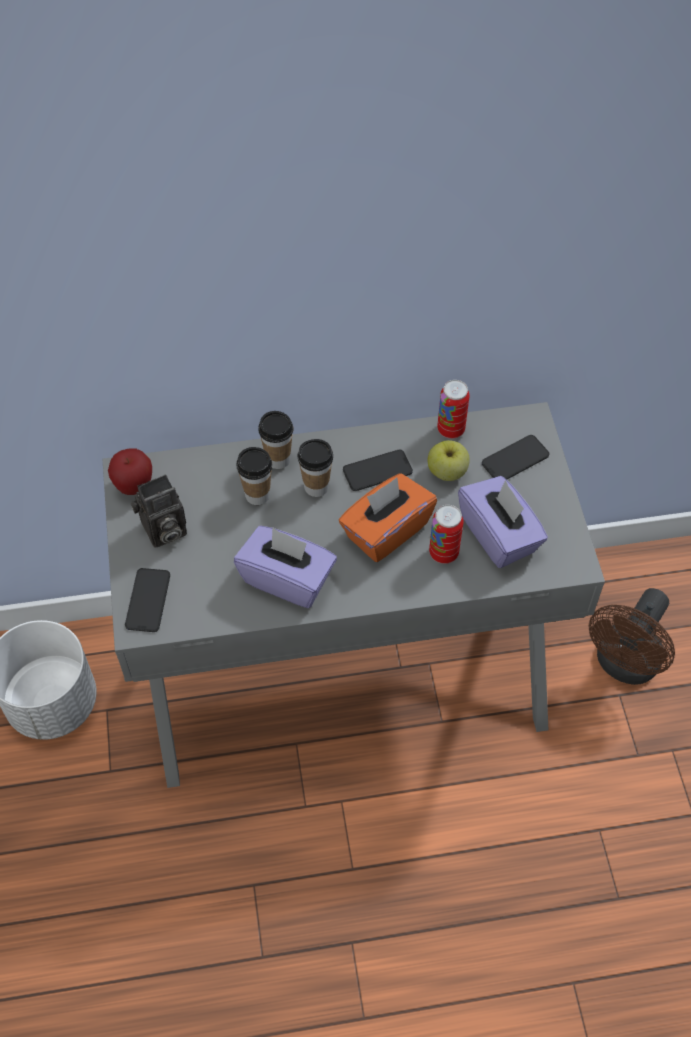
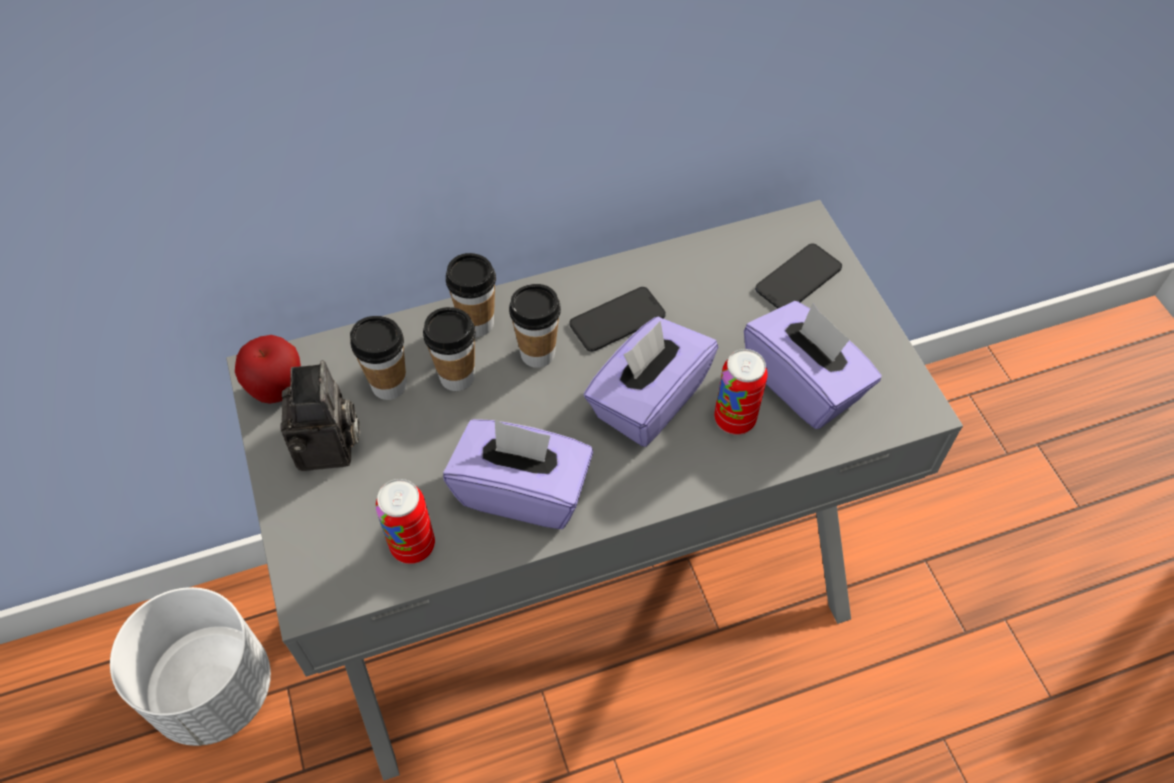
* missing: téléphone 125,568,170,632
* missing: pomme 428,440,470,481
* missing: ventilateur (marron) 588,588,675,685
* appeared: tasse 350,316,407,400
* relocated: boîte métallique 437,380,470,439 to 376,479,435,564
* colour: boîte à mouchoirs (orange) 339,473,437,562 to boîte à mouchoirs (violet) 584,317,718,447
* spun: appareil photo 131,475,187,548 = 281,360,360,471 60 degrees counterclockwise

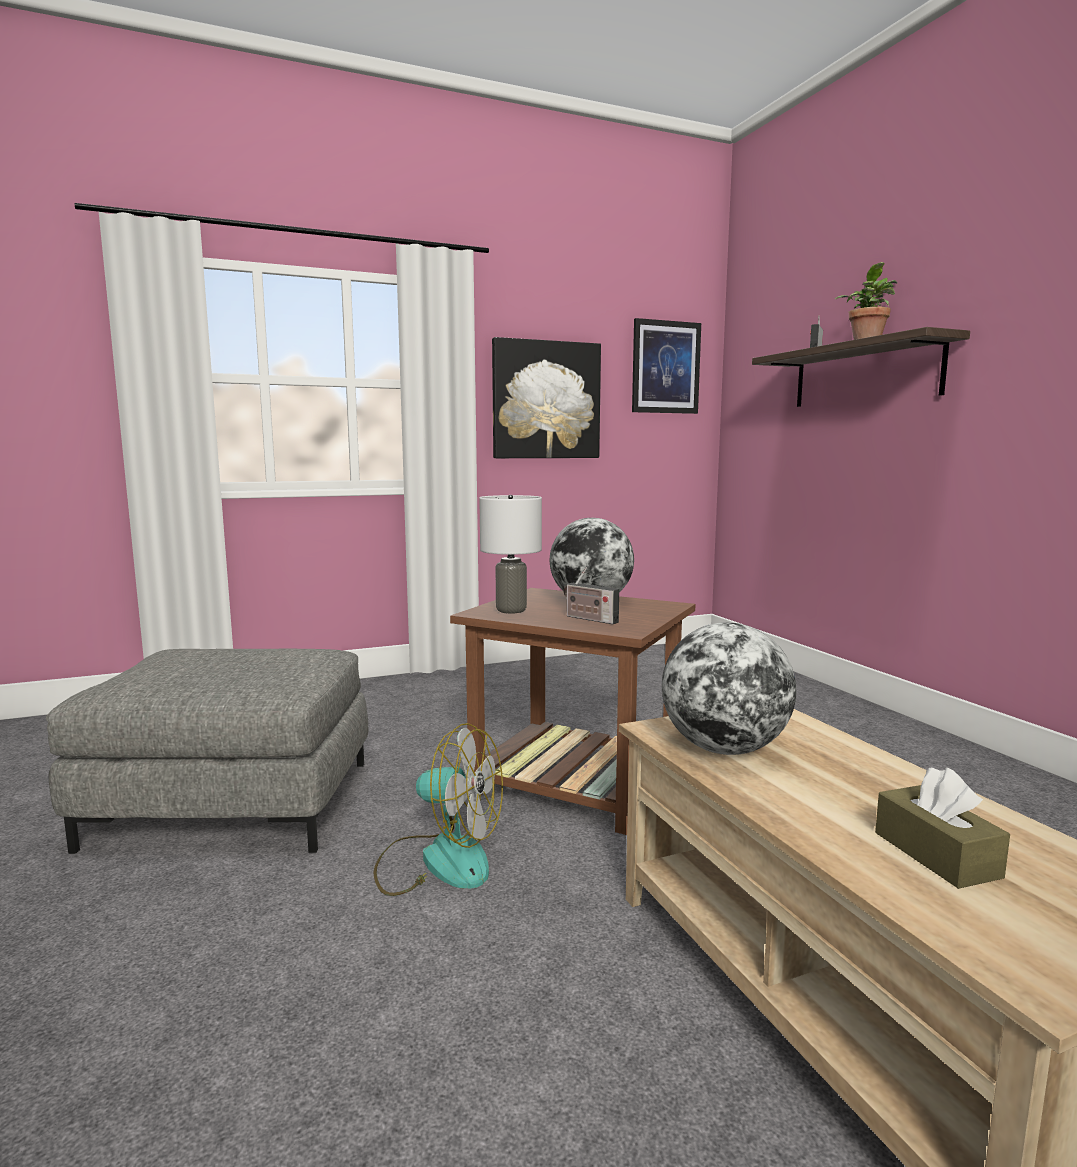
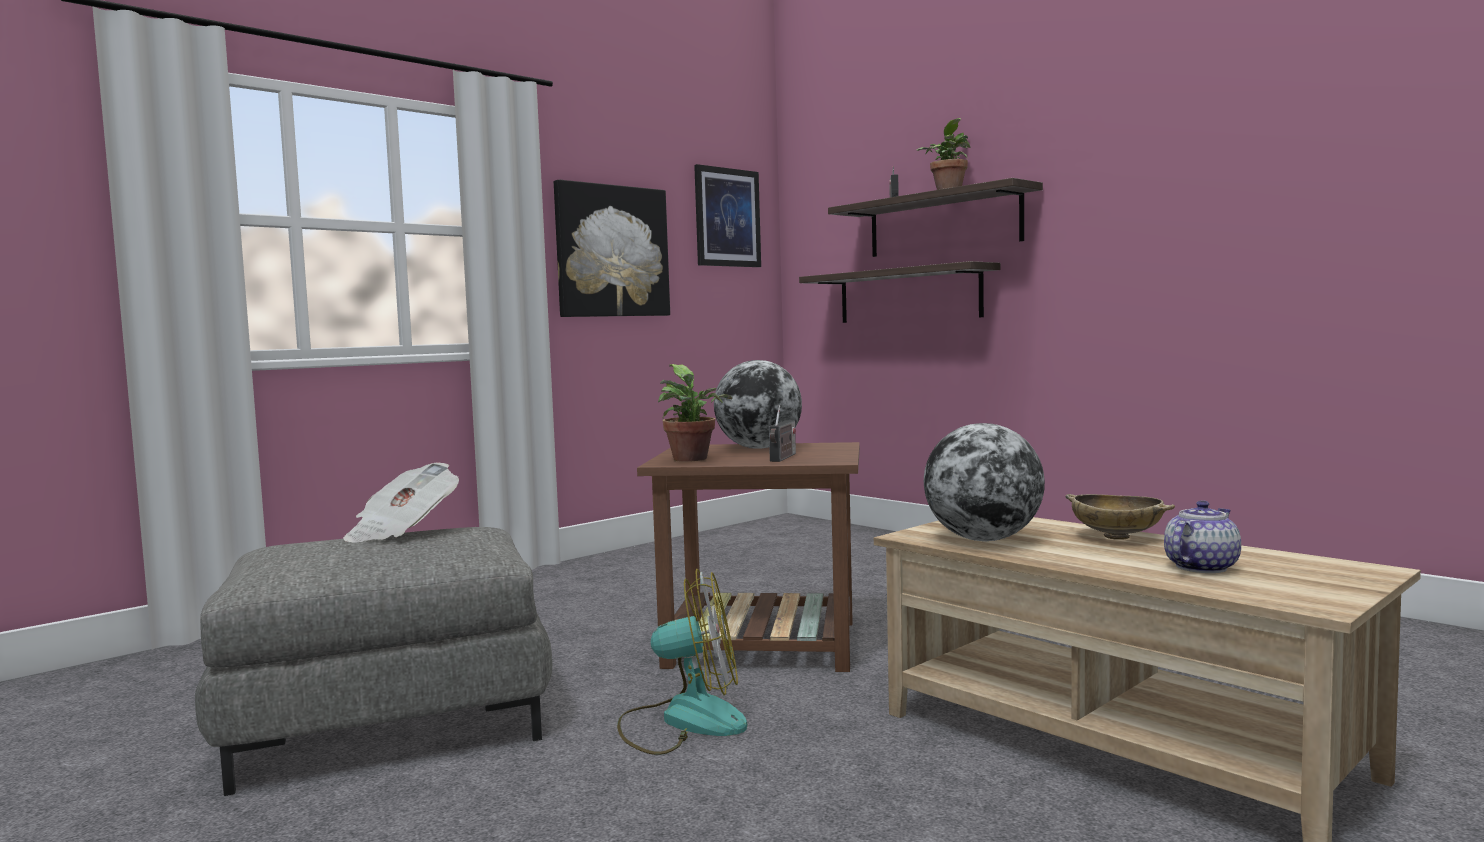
* appeared: journal 343,463,459,543
* appeared: étagère 799,261,1000,323
* appeared: bol (beige) 1065,494,1175,540
* exchanged: lampe de table (blanc) 479,495,542,614 to plante en pot 658,364,733,462
* exchanged: boîte à mouchoirs (marron) 875,768,1010,889 to théière 1164,500,1241,573
* spun: radio 563,567,619,624 = 769,405,796,462 90 degrees counterclockwise

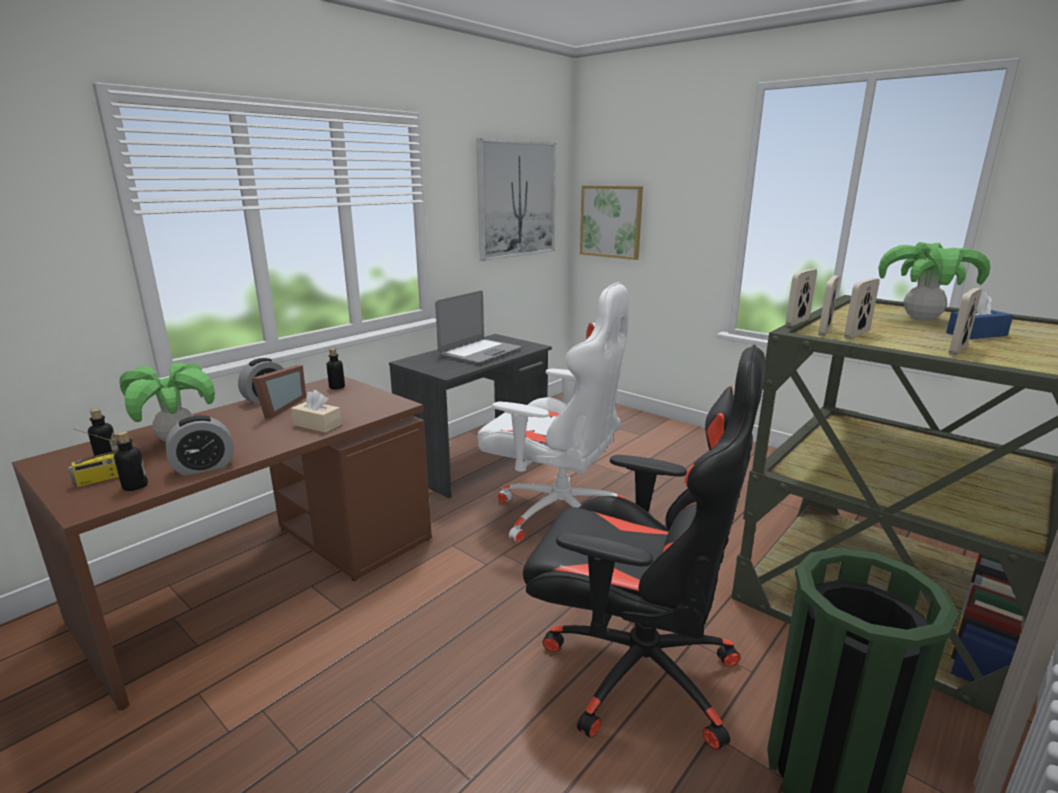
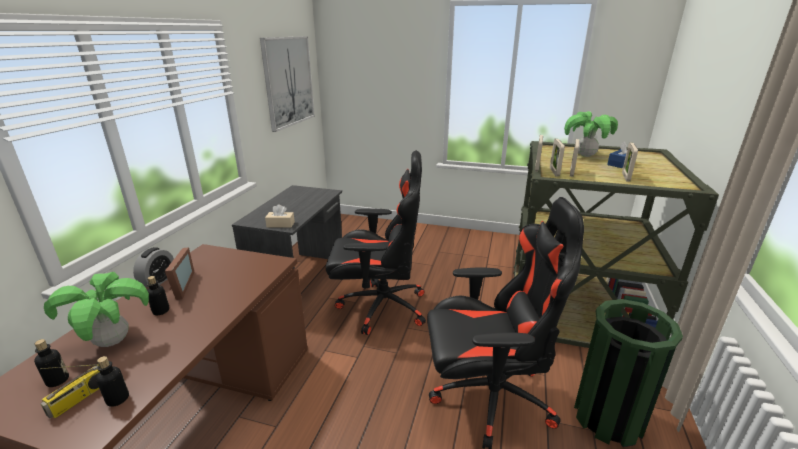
* missing: réveil 166,415,234,476
* missing: ordinateur portable 435,291,522,363
* missing: tableau 580,185,643,260
* relocated: boîte à mouchoirs (beige) 291,390,342,433 to 265,204,295,228
* relocated: bouteille 326,348,345,390 to 147,276,169,315
* colour: chaise de bureau (blanc) 477,282,629,542 to chaise de bureau (noir) 326,150,426,335

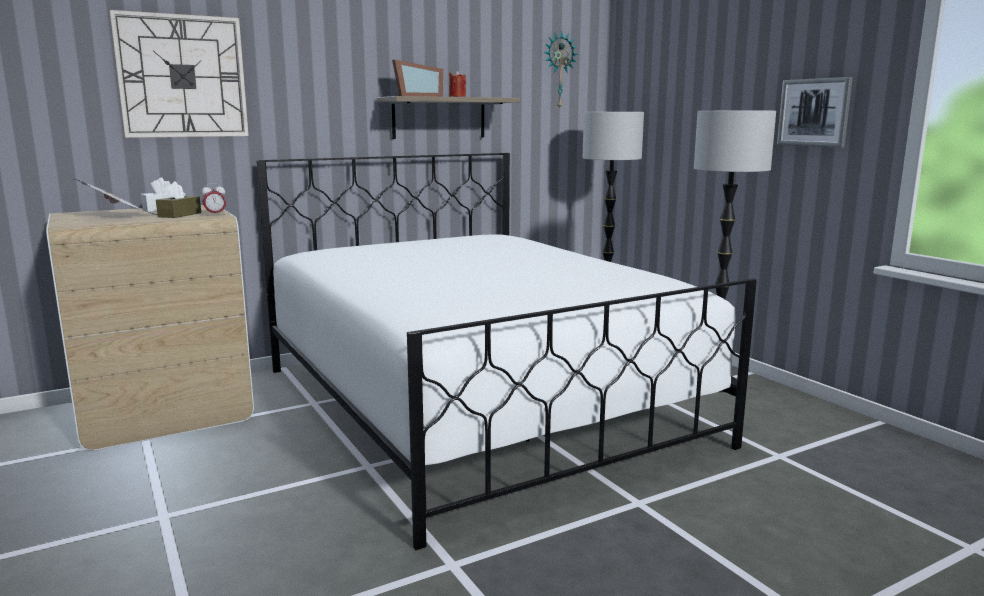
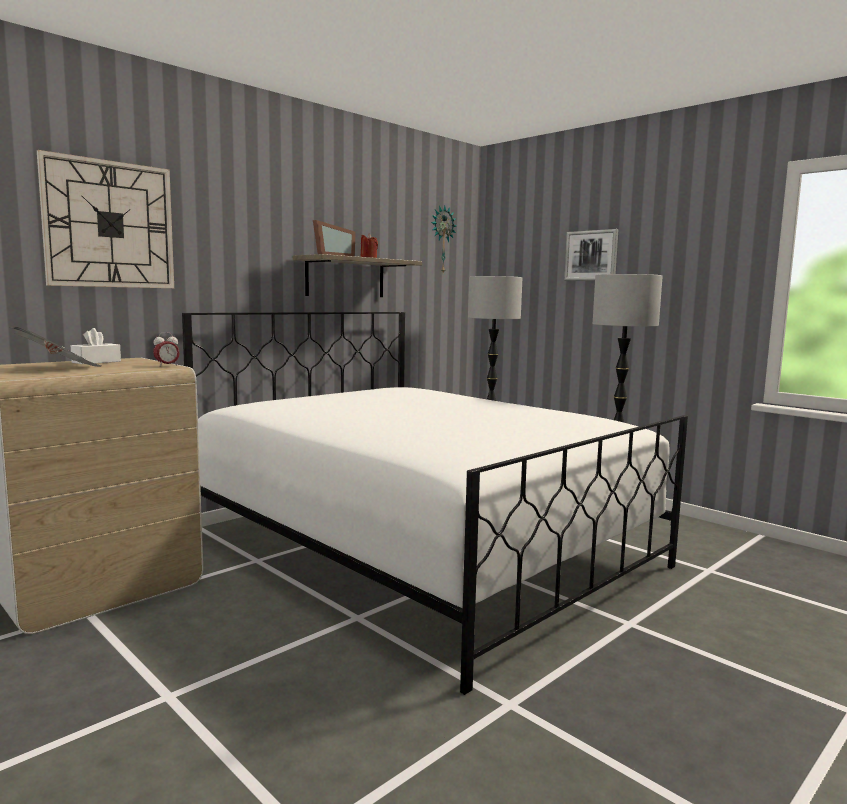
* missing: boîte à mouchoirs (marron) 156,181,201,218
* relocated: tableau 777,77,853,148 to 564,229,618,281

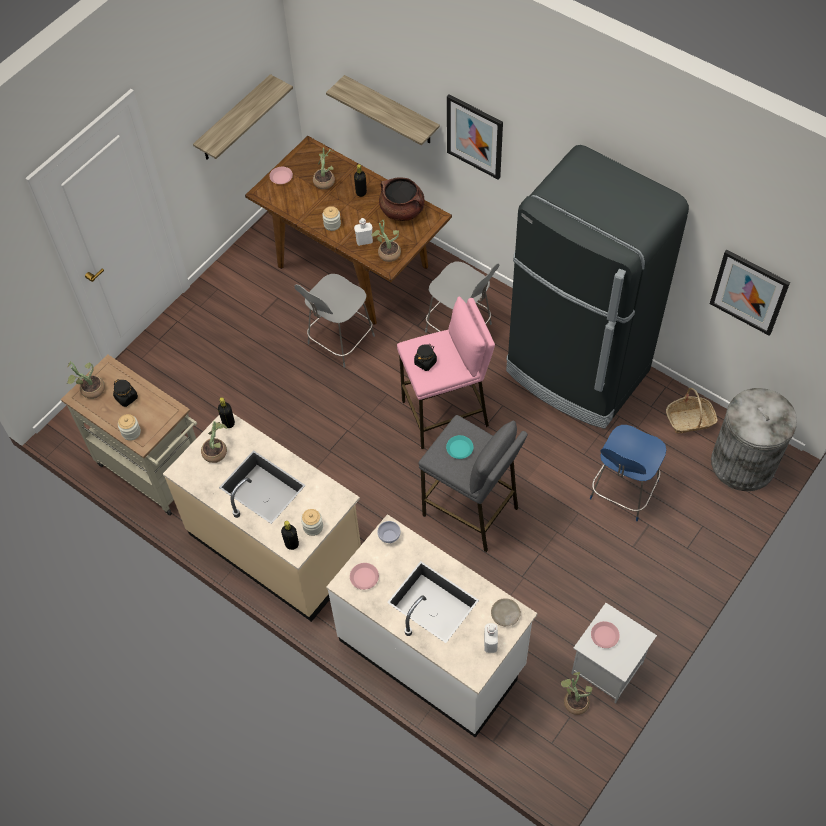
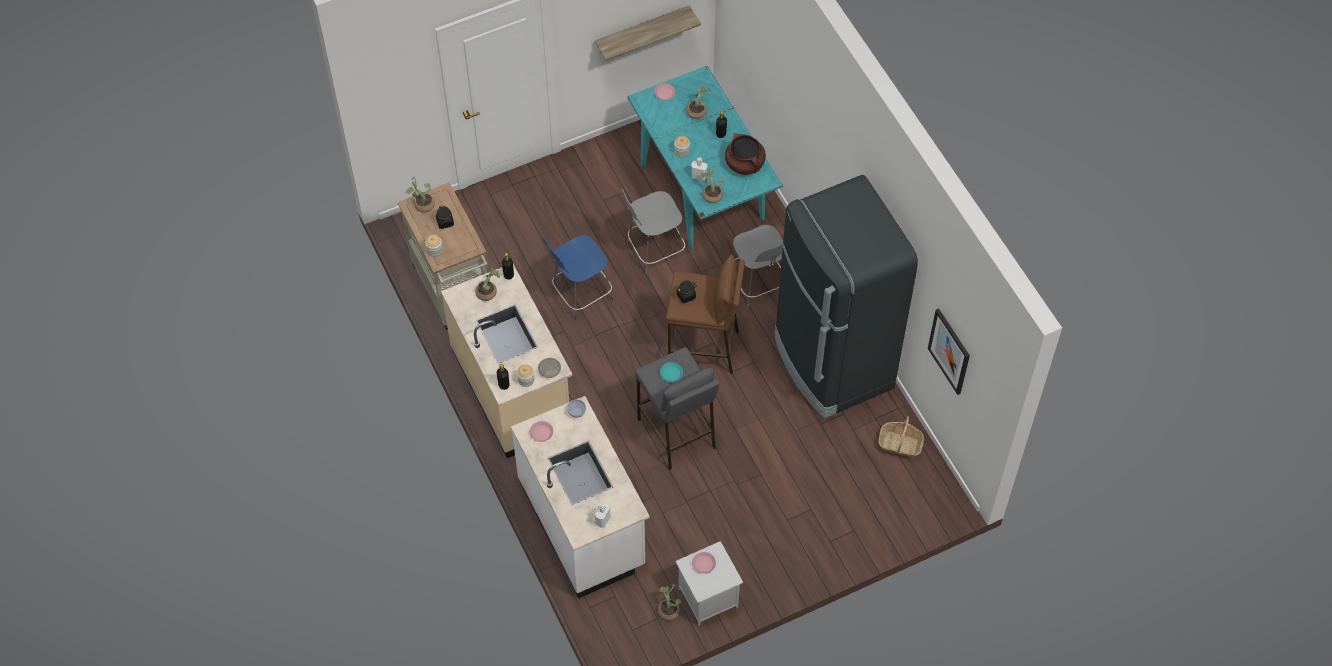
* missing: étagère 326,75,440,145
* missing: tableau 447,94,503,180
* missing: poubelle (gris) 711,388,797,491
* relocated: assiette (beige) 491,598,521,626 to 538,358,561,378
* relocated: chaise (bleu) 590,425,666,521 to 543,235,613,320
* colour: table à manger (marron) 245,136,452,325 to table à manger (turquoise) 627,66,783,249
* colour: tabouret (rose) 397,297,495,449 to tabouret (marron) 666,255,745,374

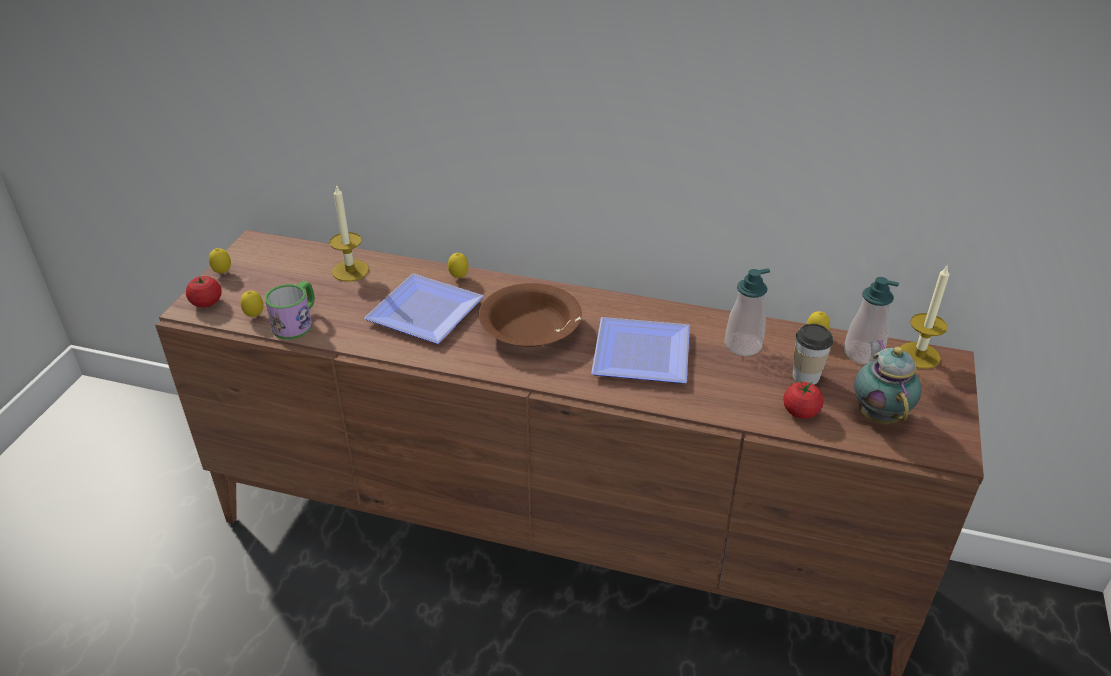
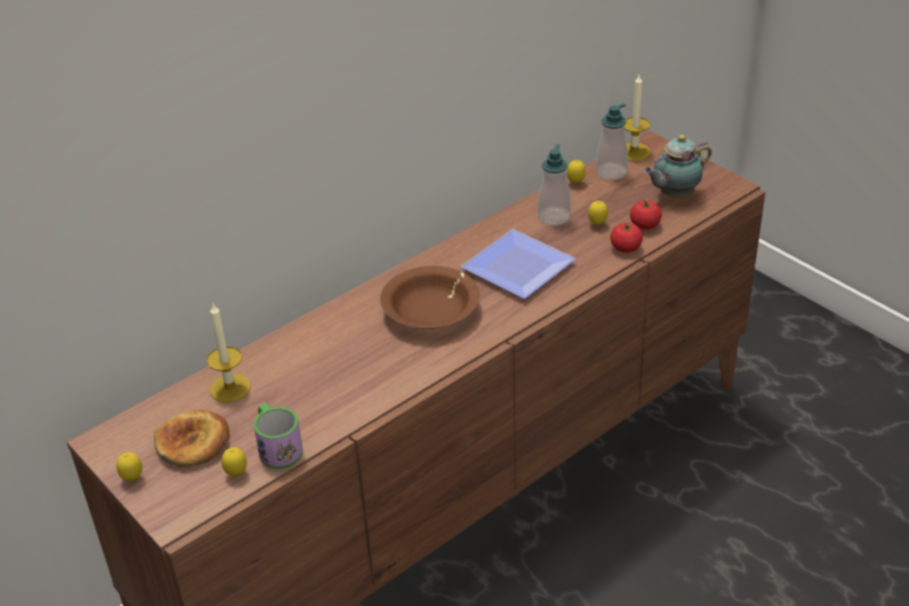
* missing: assiette 364,274,484,344
* missing: tasse 793,324,833,385
* appeared: pain 154,410,229,467
* relocated: tomate 186,276,222,307 to 610,222,643,252
* relocated: citron 448,253,469,278 to 588,201,608,225
* spun: théière 854,339,921,424 = 644,135,712,198 60 degrees counterclockwise

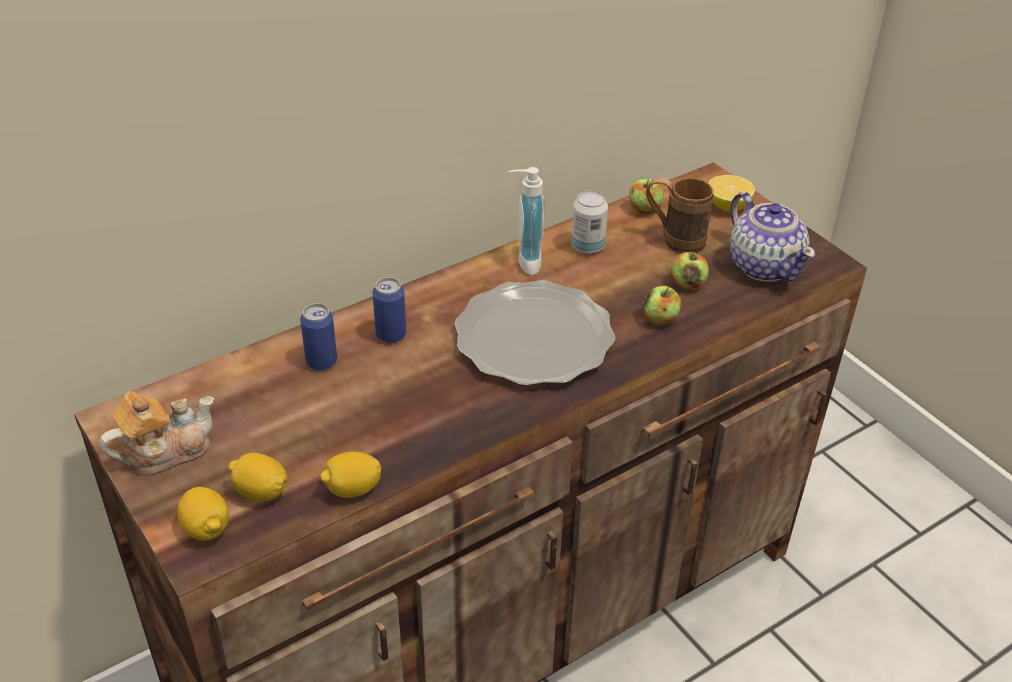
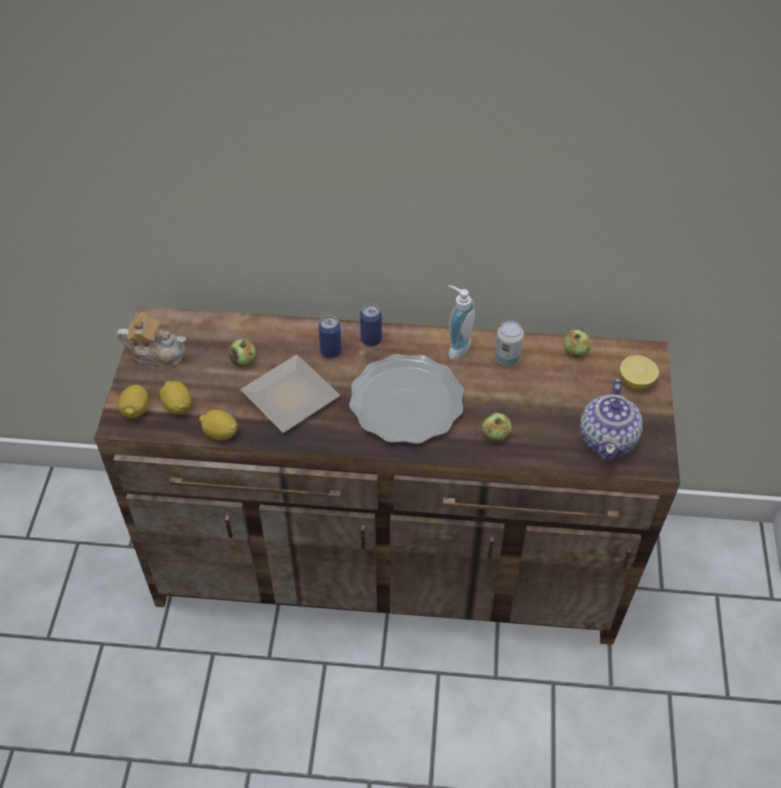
* missing: mug (marron) 646,177,713,254
* appeared: assiette 241,355,340,432
* relocated: boîte métallique 300,303,337,371 to 360,304,382,347
* relocated: pomme 672,250,709,290 to 229,339,256,367

